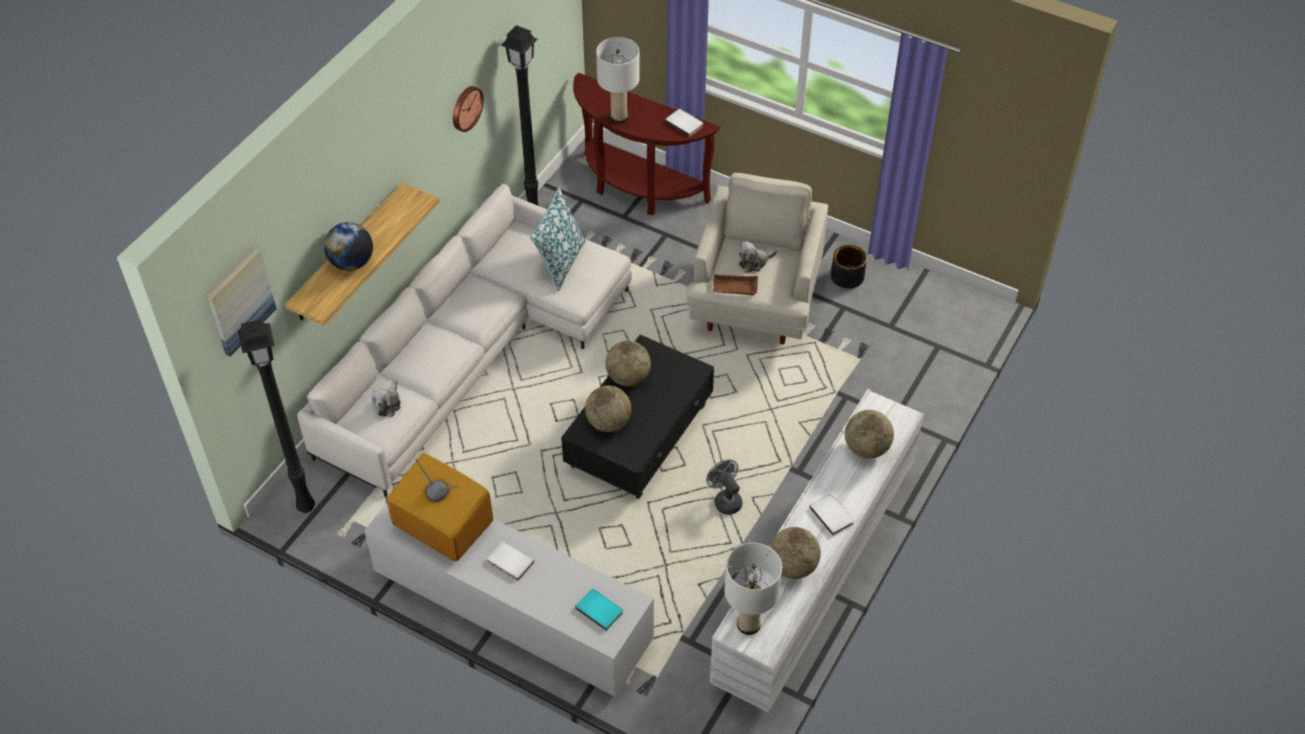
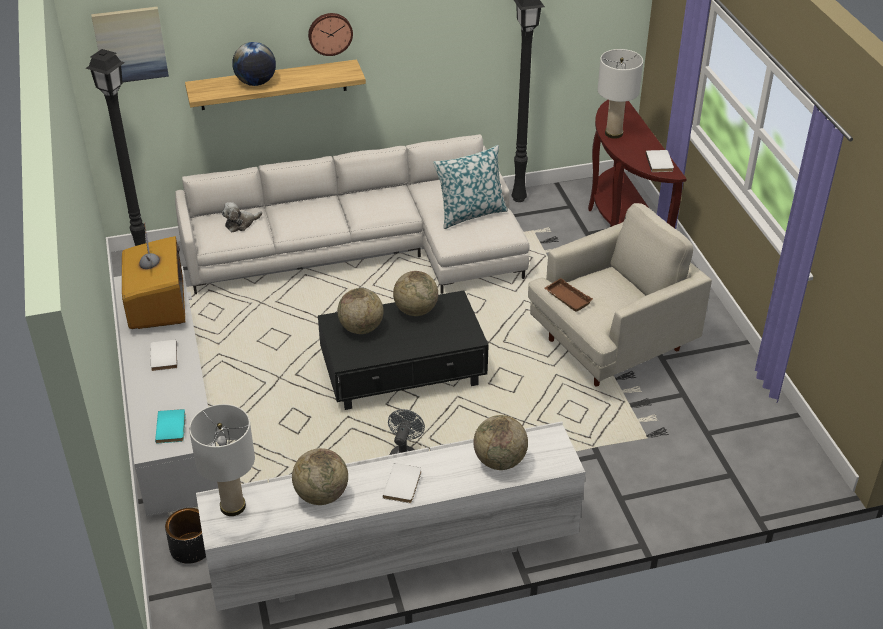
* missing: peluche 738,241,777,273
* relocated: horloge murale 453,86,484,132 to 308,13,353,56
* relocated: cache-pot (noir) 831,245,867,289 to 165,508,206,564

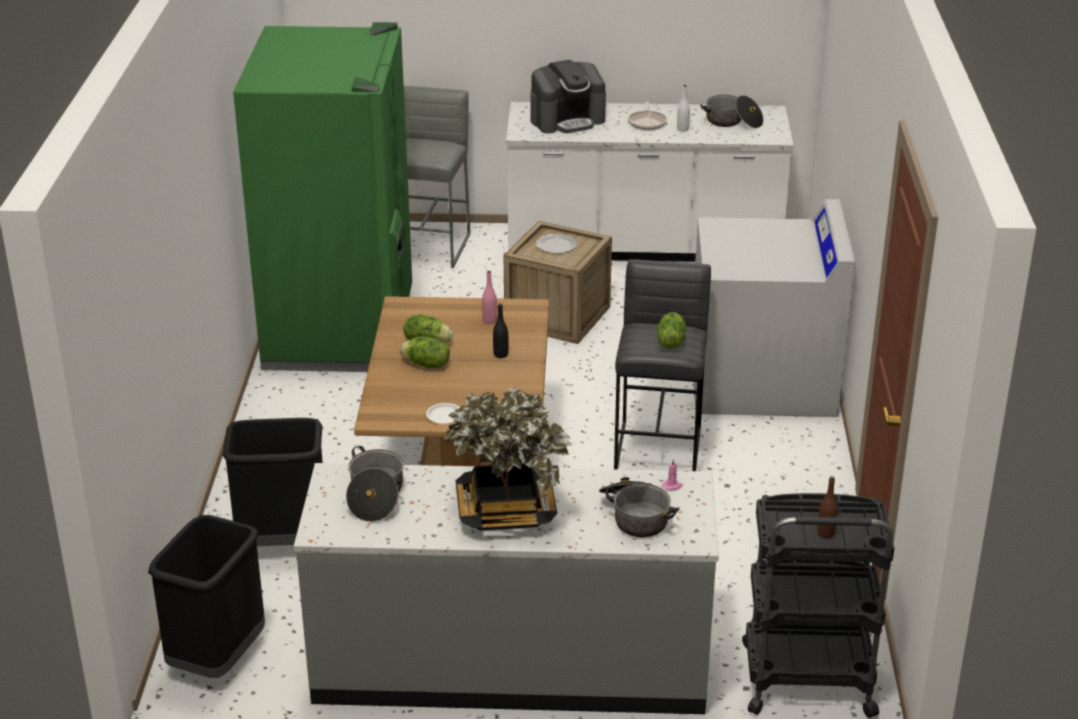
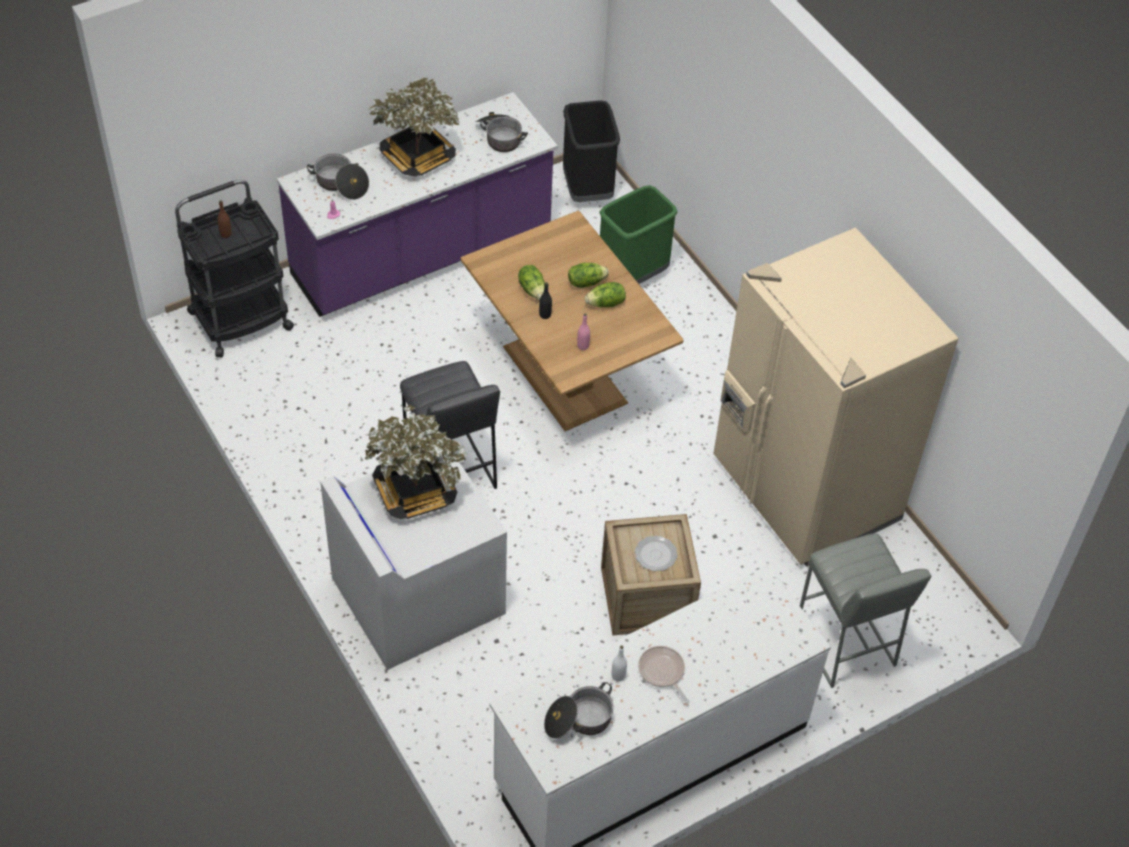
* missing: assiette (blanc) 426,403,460,424
* missing: machine à café 530,60,606,134
* appeared: plante en pot 365,405,468,519
* relocated: laitue 657,312,686,349 to 518,265,545,300
* colour: poubelle (noir) 222,418,323,546 to poubelle (vert) 599,185,678,284
* colour: réfrigérateur (vert) 233,22,412,372 to réfrigérateur (beige) 713,228,958,567
* colour: comptoir de cuisine (gris) 294,463,719,714 to comptoir de cuisine (violet) 277,92,557,317

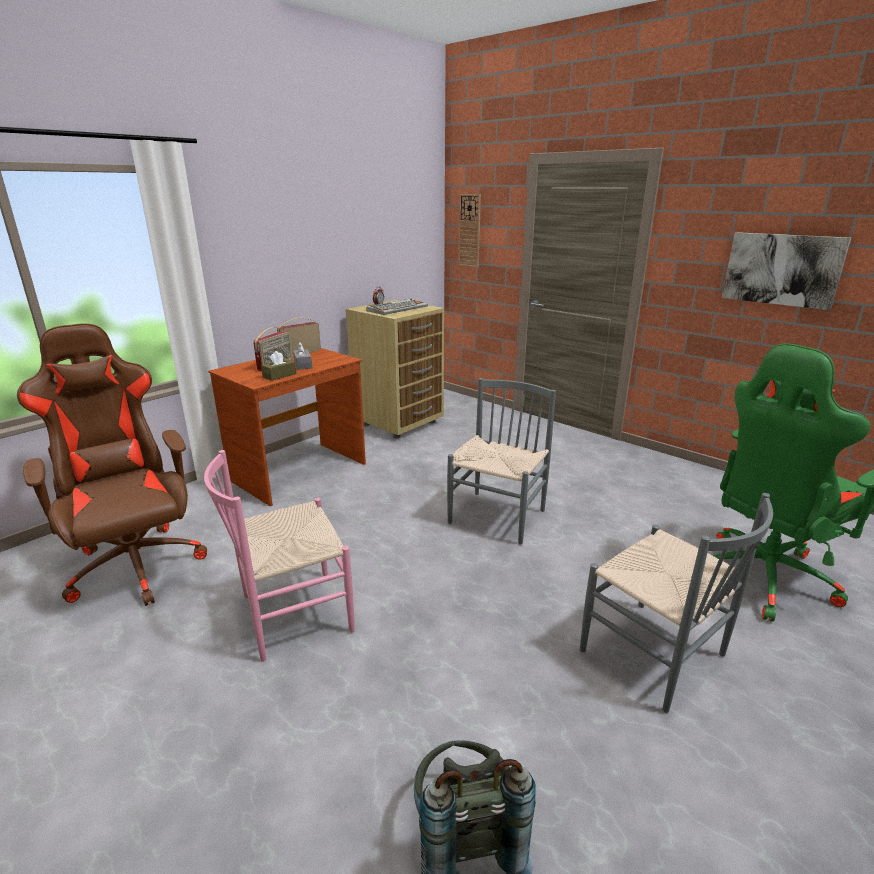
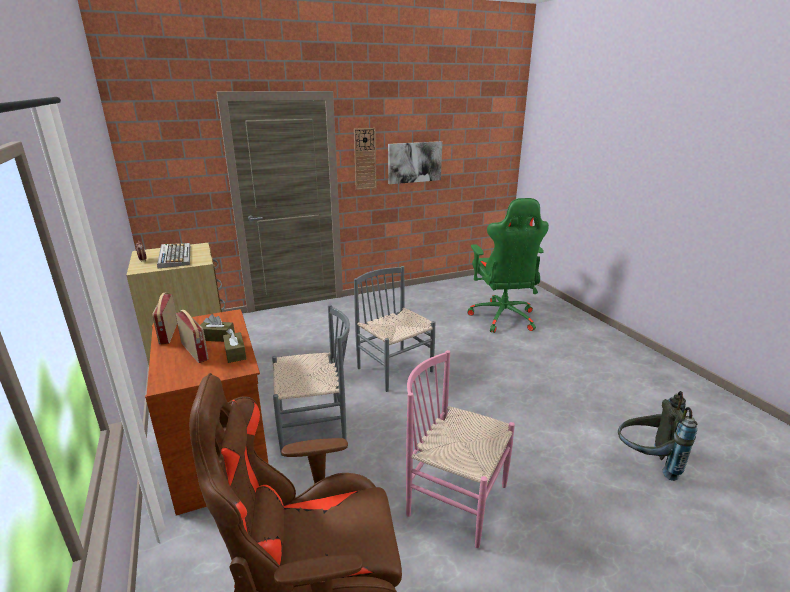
* relocated: horloge murale 458,194,481,268 to 354,128,377,190
* relocated: chaise (gris) 580,493,773,713 to 272,305,350,456
* colour: boîte à mouchoirs (gris) 293,342,312,370 to boîte à mouchoirs (marron) 200,314,235,342
* spun: chaise (rose) 204,450,355,662 = 406,350,515,548 120 degrees clockwise

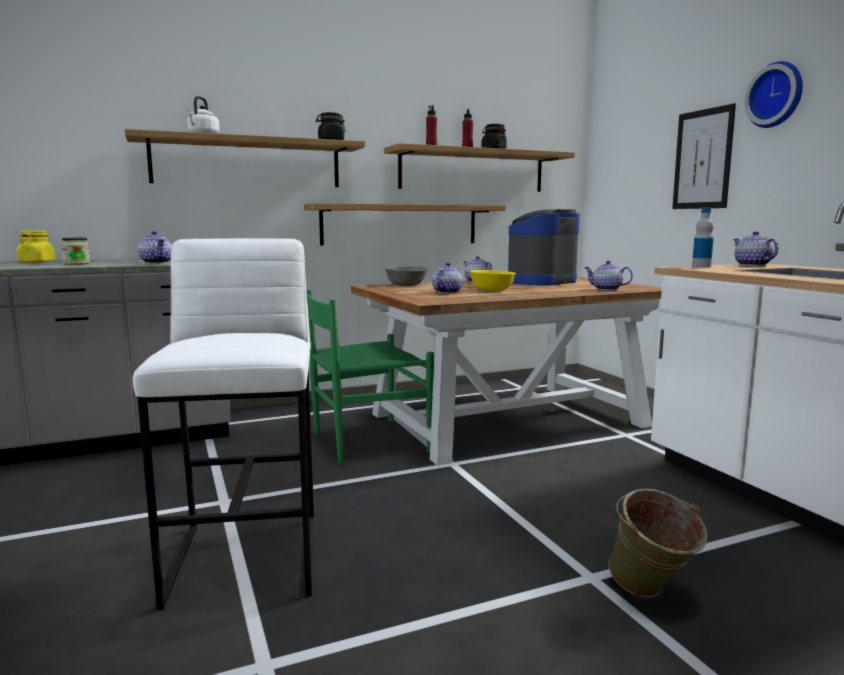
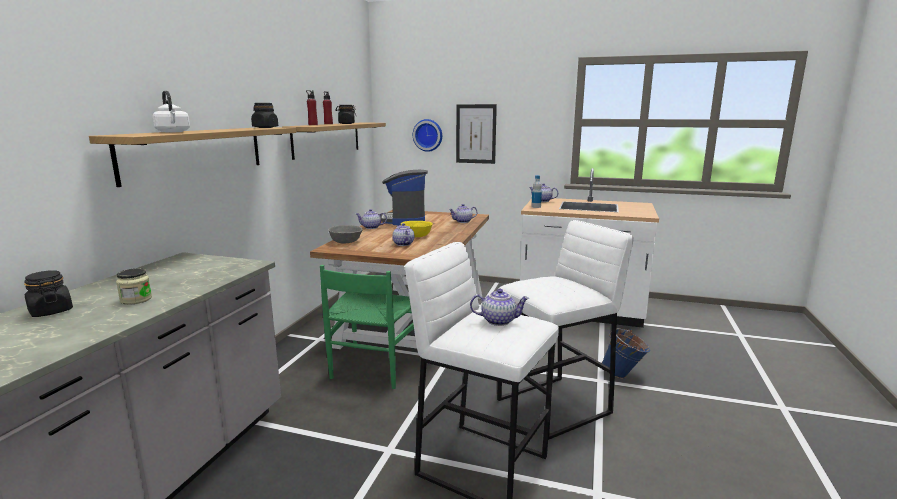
* missing: étagère 304,203,506,245
* appeared: tabouret (blanc) 497,220,634,440
* relocated: théière 138,231,172,264 to 470,289,529,326
* relocated: horloge murale 744,61,803,128 to 413,119,442,152
* colour: bocal (jaune) 17,231,56,263 to bocal (noir) 24,270,73,317
* colour: seau (vert) 608,488,708,597 to seau (bleu) 601,328,650,379

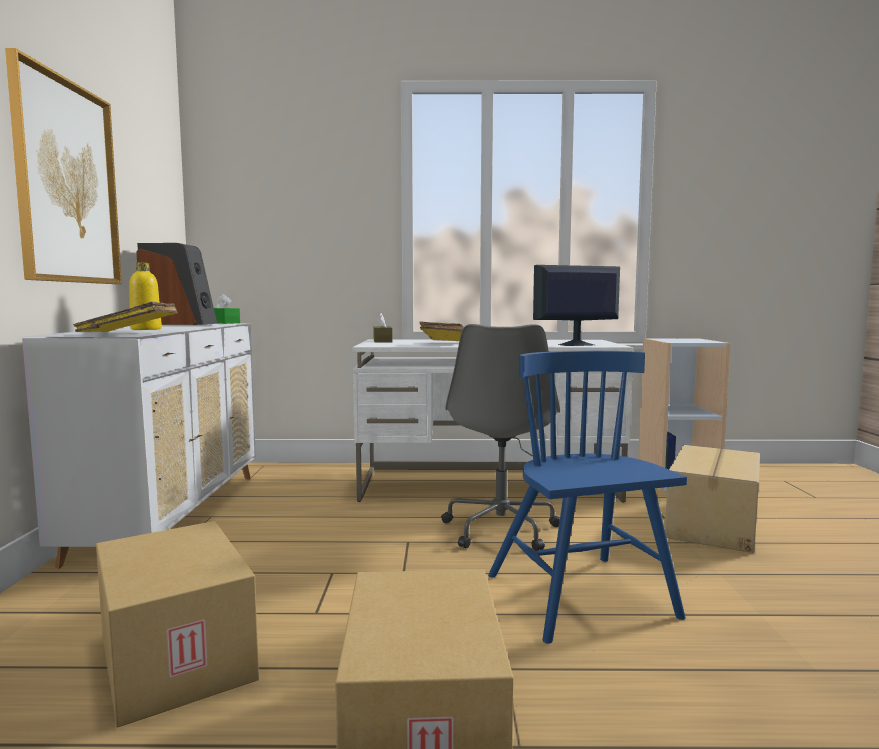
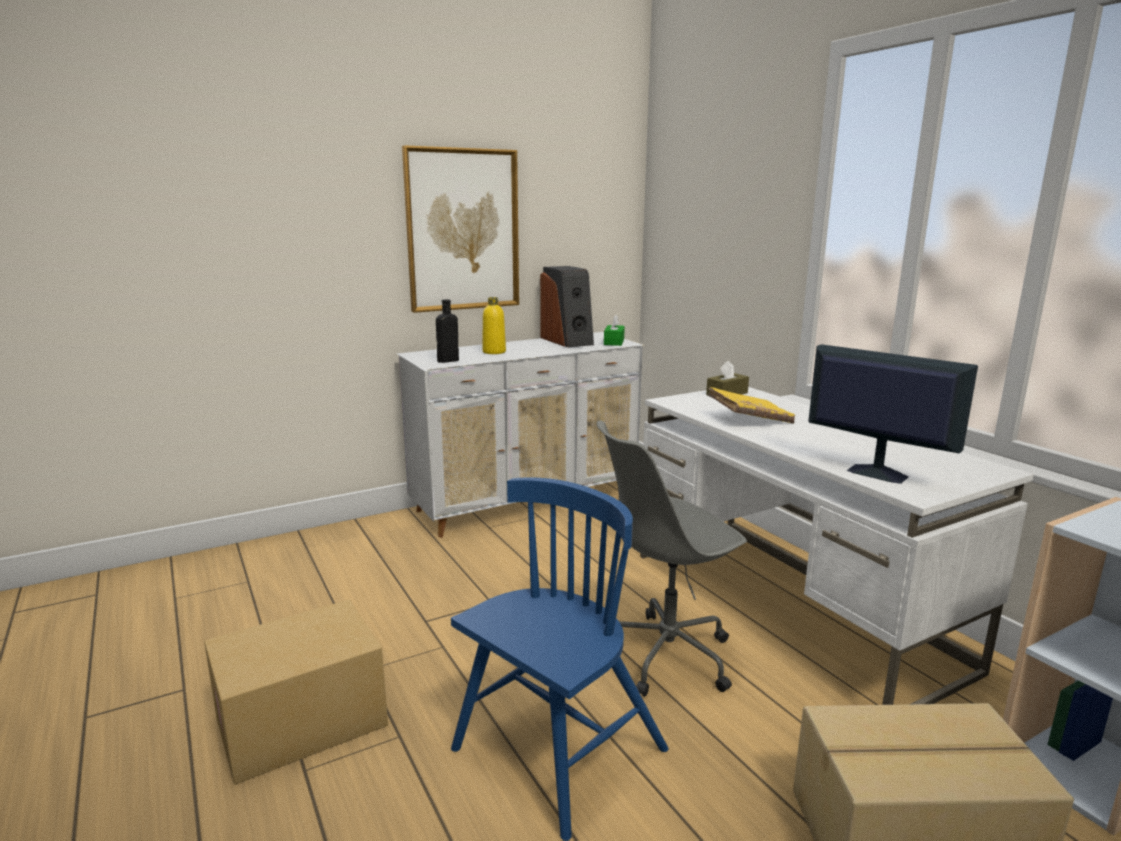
* missing: carton 96,521,259,728
* exchanged: livre (jaune) 73,301,178,332 to bouteille (noir) 436,299,459,363

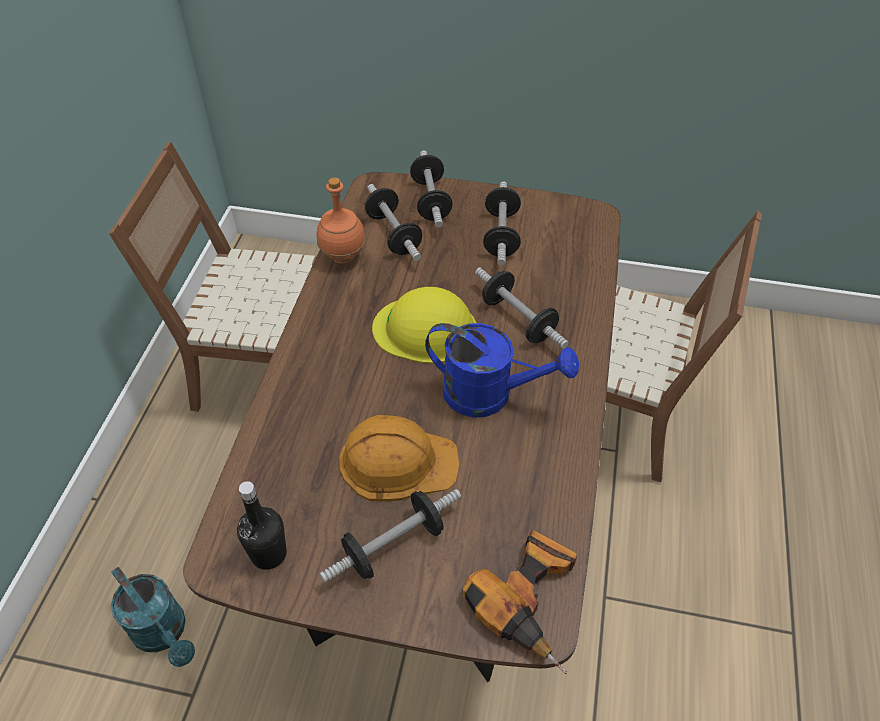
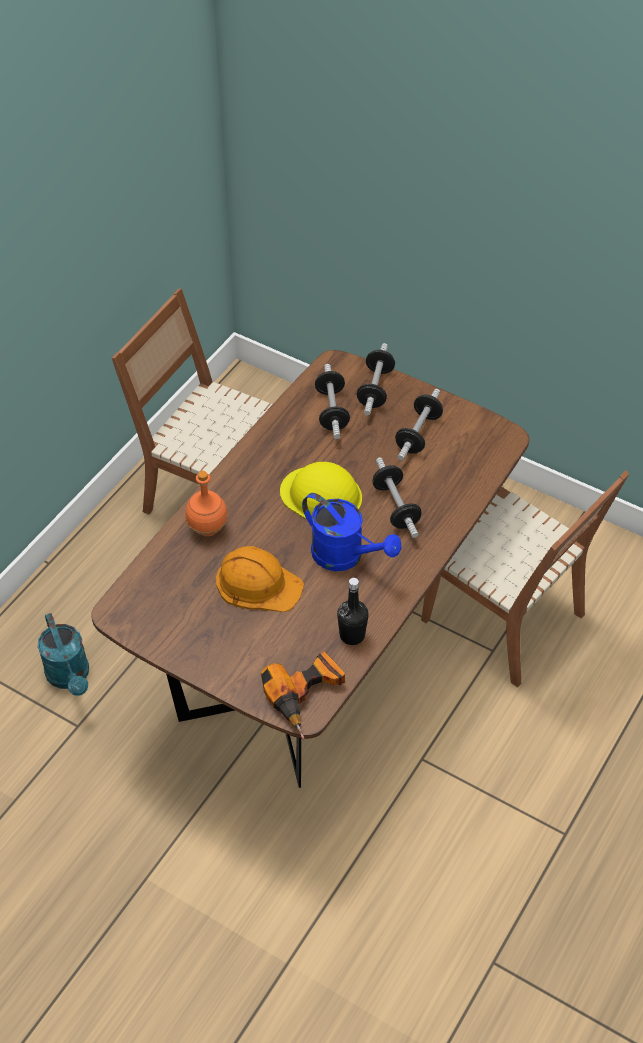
* missing: haltère 319,489,461,583
* relocated: bouteille (noir) 237,481,287,570 to 337,578,369,645
* relocated: bouteille (orange) 317,177,365,263 to 186,471,228,537

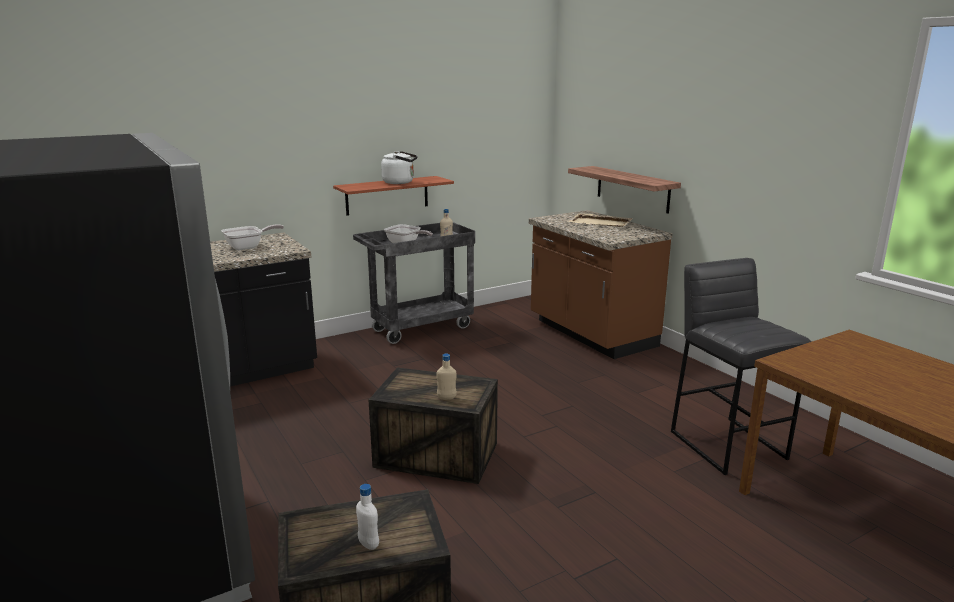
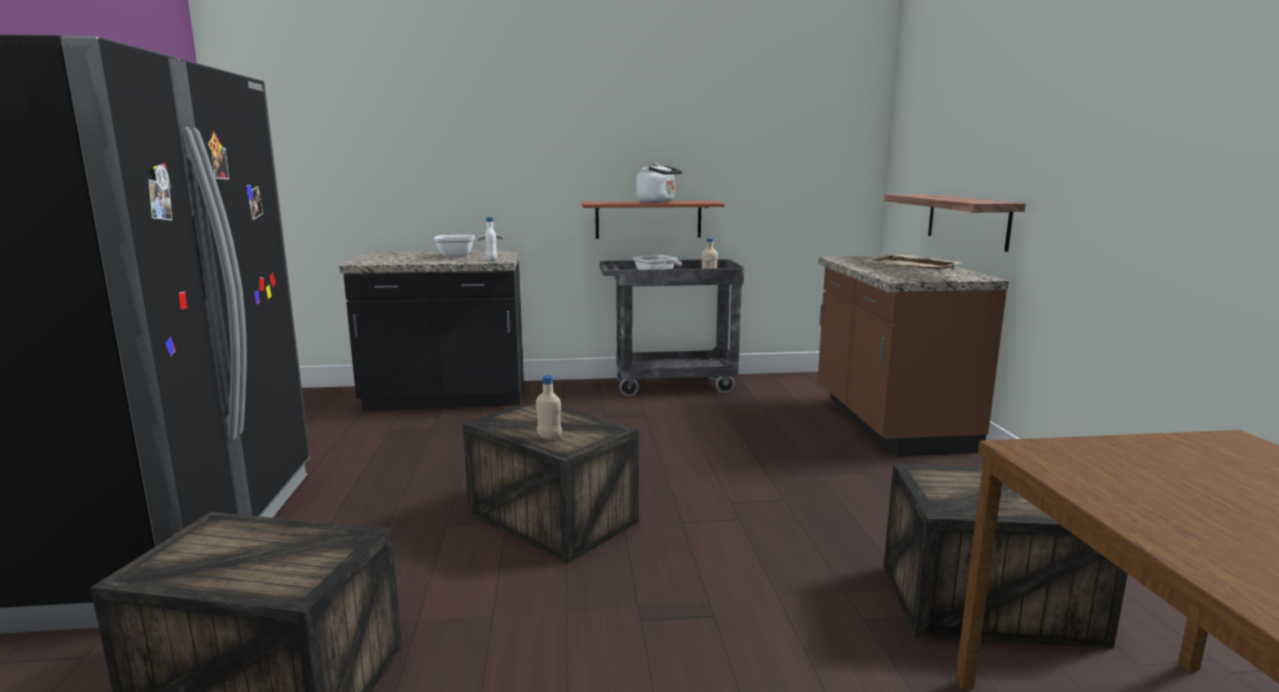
* relocated: bouteille (blanc) 356,484,379,550 to 485,217,497,261
* exchanged: tabouret (gris) 671,258,812,475 to caisse 883,463,1128,648

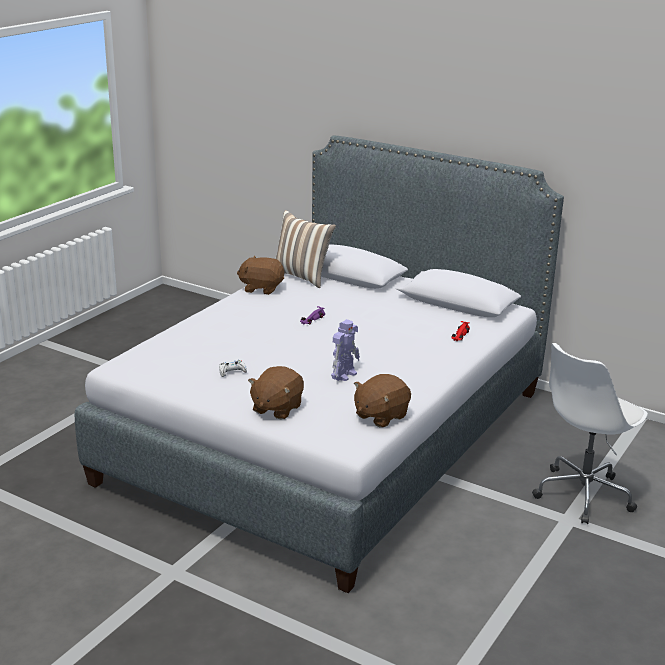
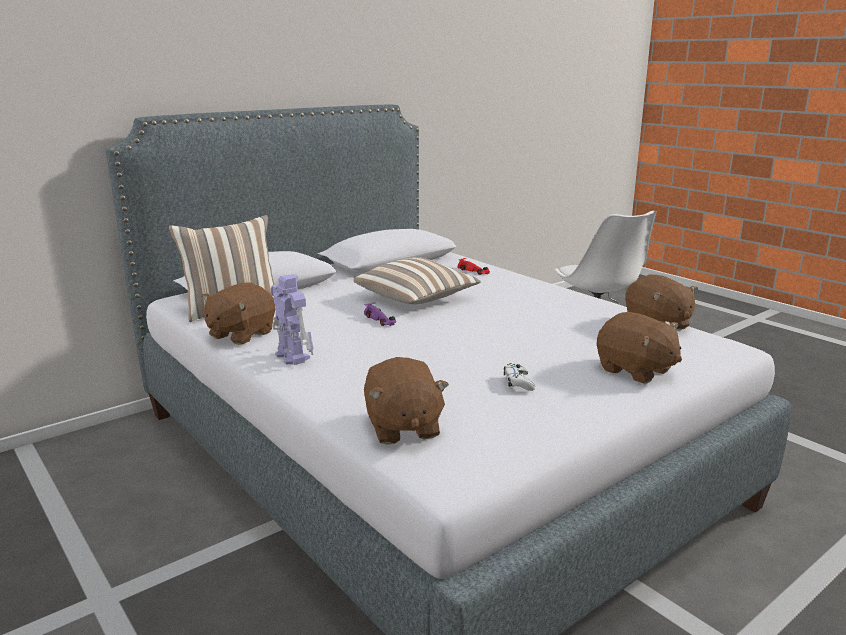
* appeared: coussin 353,257,481,304
* appeared: peluche (marron) 364,357,449,445
* relocated: robot jouet 331,319,360,381 to 271,274,314,365

